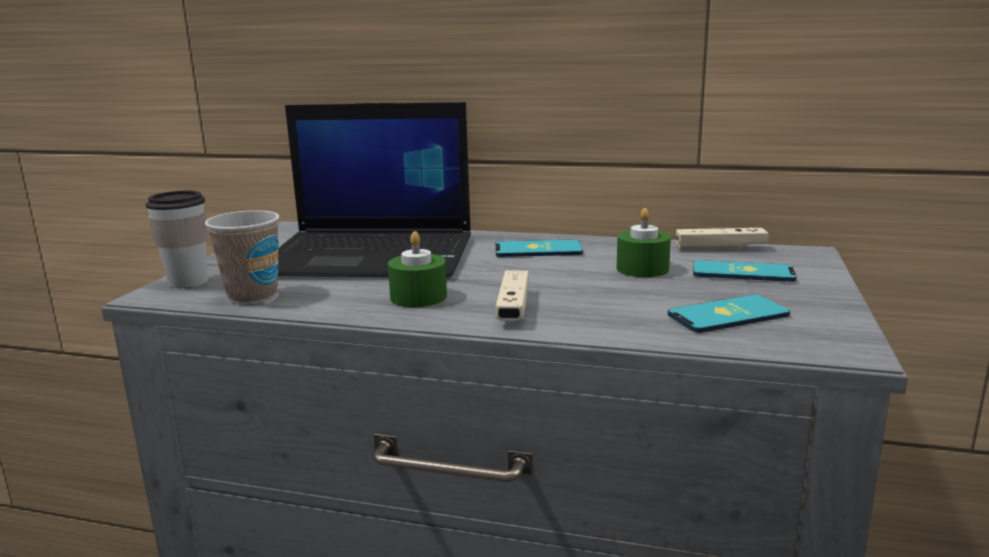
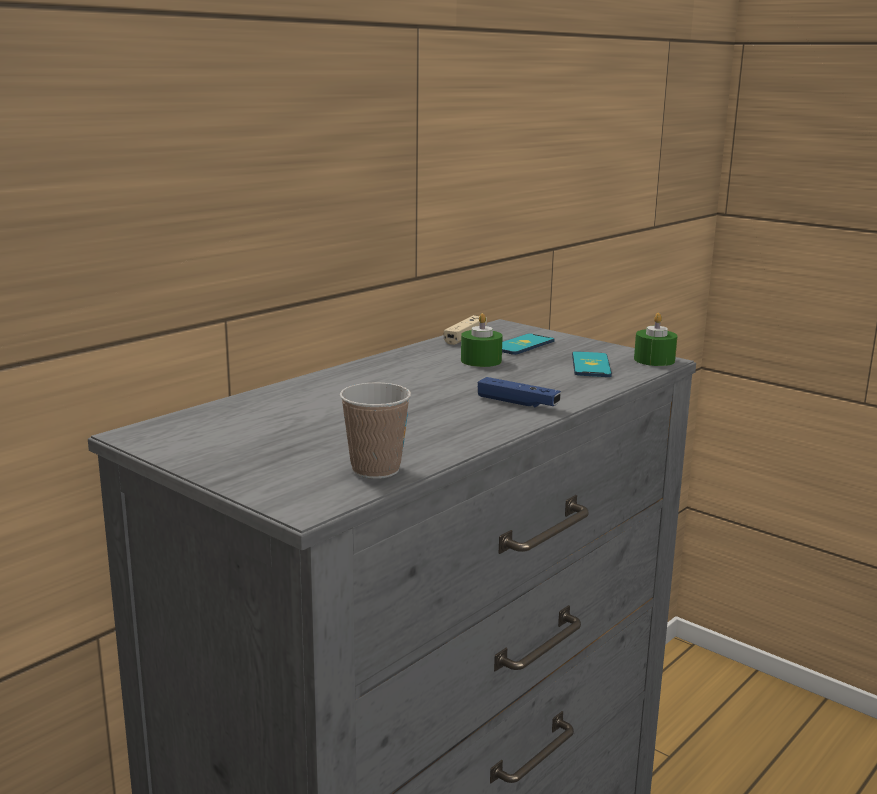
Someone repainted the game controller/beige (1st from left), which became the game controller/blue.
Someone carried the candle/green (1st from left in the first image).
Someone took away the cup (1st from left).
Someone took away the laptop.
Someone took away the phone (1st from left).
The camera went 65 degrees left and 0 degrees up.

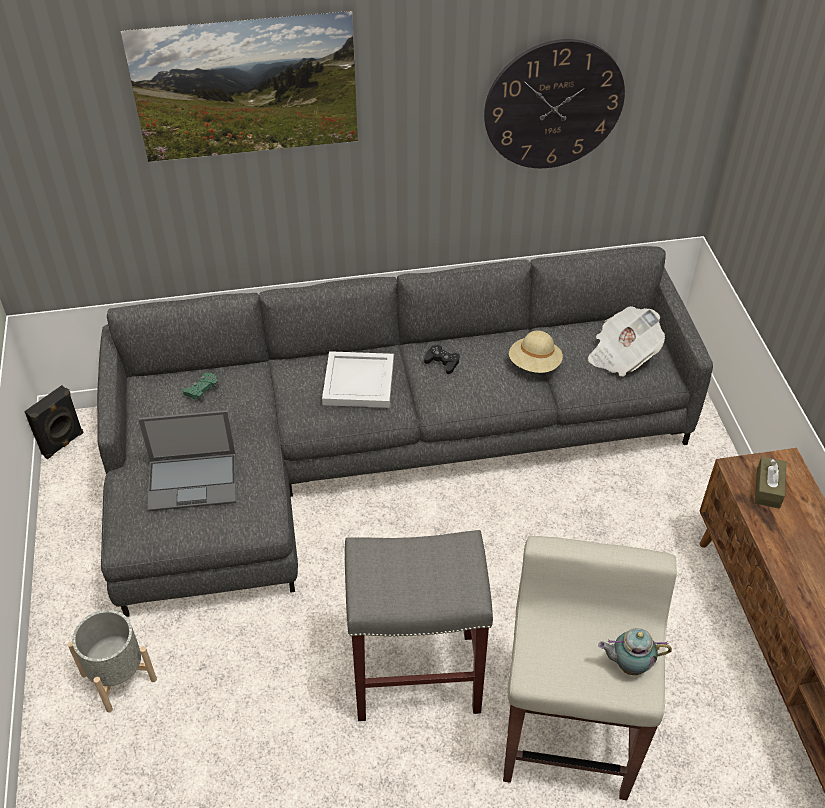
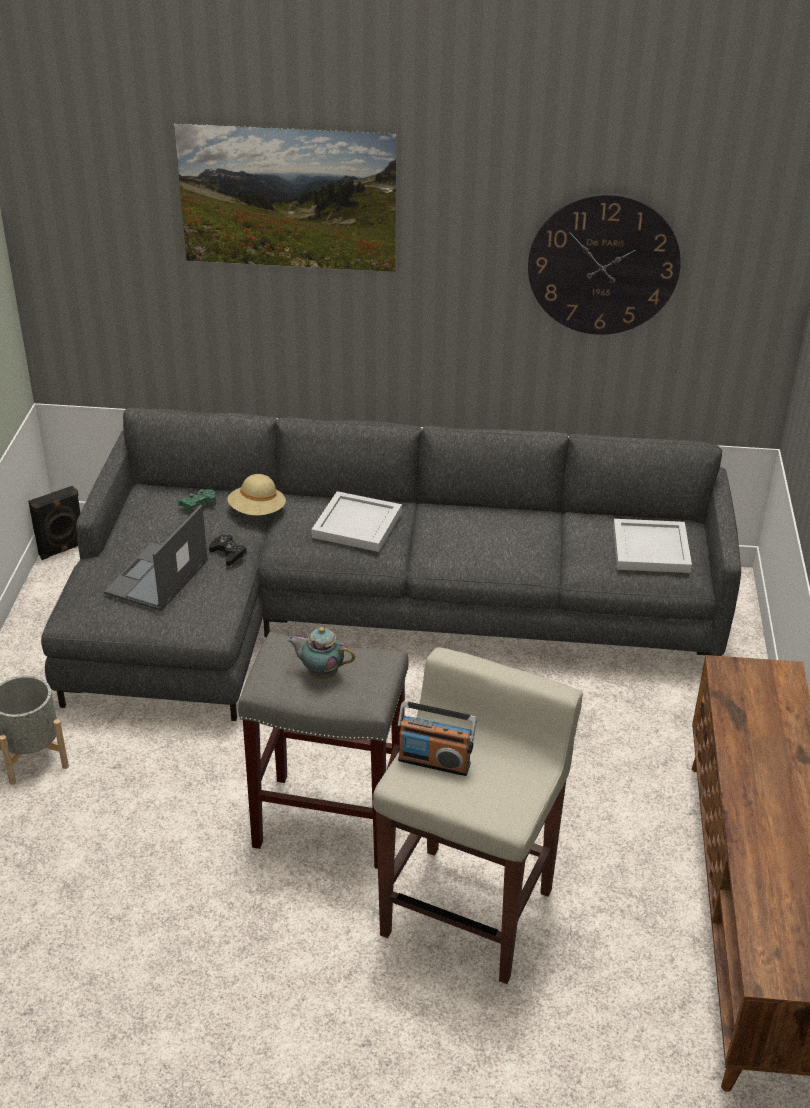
Someone rotated the laptop by 105 degrees clockwise.
Someone carried the game controller/black.
Someone carried the hat/beige.
Someone carried the teapot.
Someone put down the radio.
Someone swapped the newspaper for the tray/white (2nd from left).
Someone took away the tissue box/brown.
The camera went 15 degrees right and 10 degrees down.

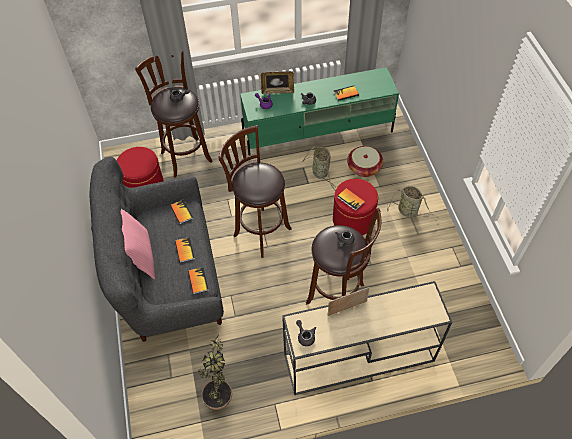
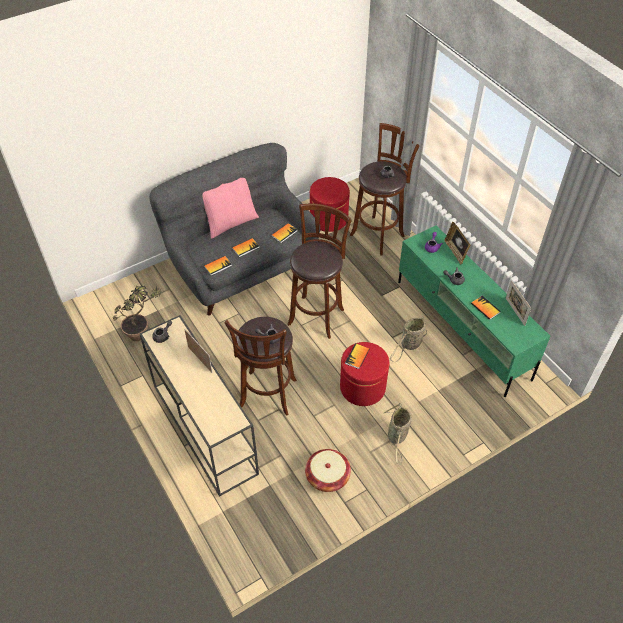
Someone carried the basket (2nd from left in the first image).
Someone put down the picture frame (3rd from left).
The camera went 70 degrees right and 5 degrees down.

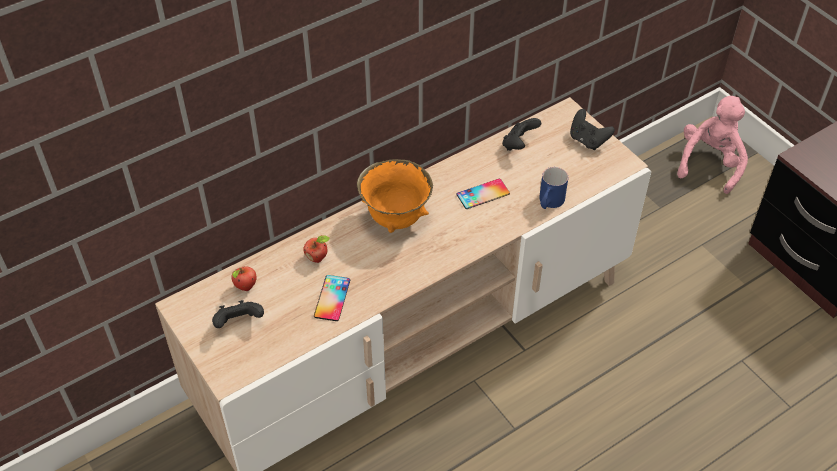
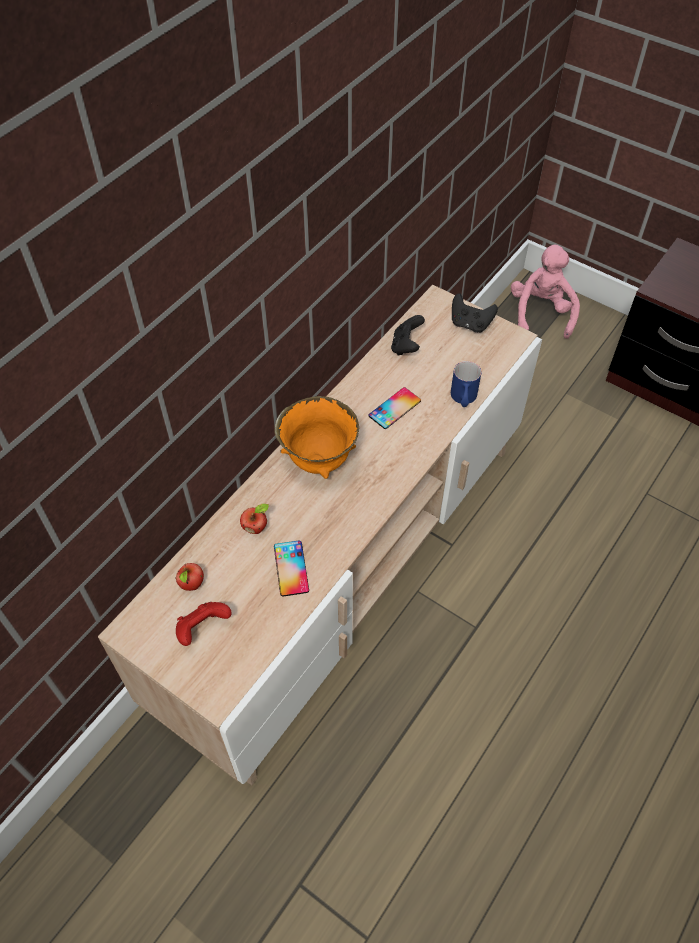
Someone repainted the game controller/black (1st from left), which became the game controller/red.
The camera went 20 degrees left and 5 degrees up.

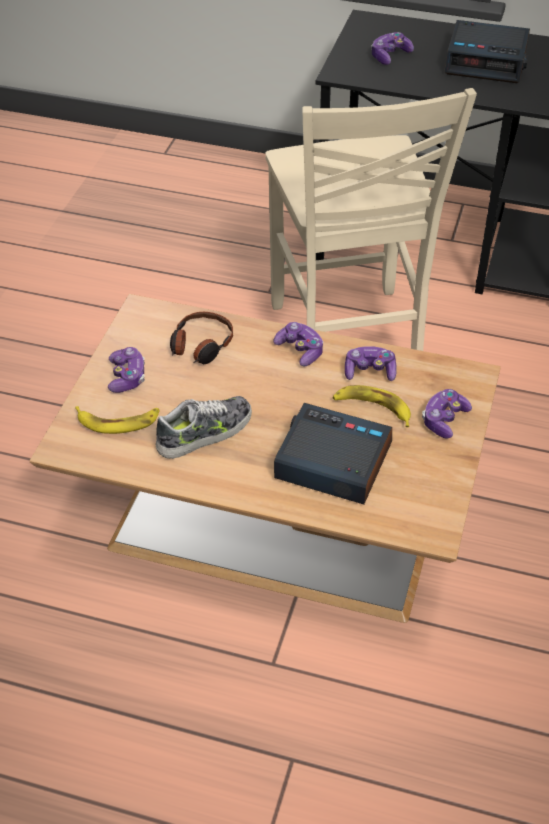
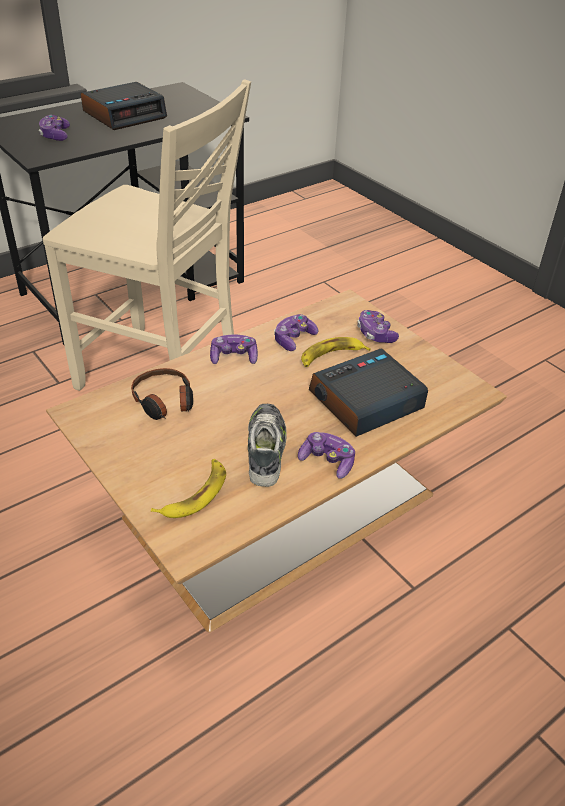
Someone carried the game controller (1st from left in the first image).
The camera went 55 degrees left and 5 degrees down.

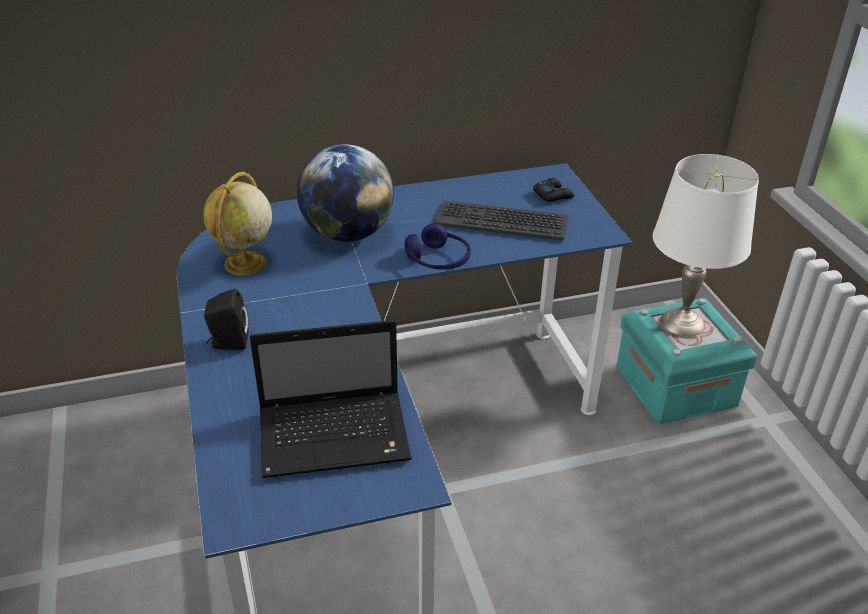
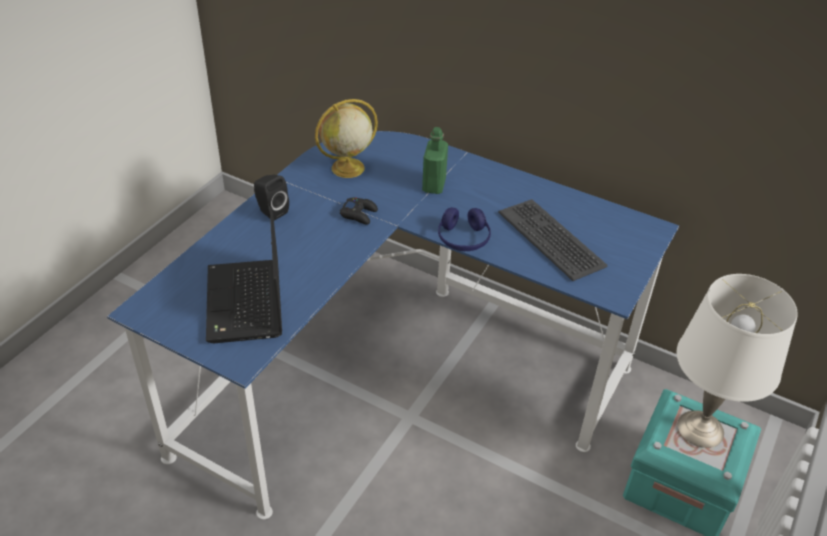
Someone rotated the laptop by 45 degrees clockwise.
Someone carried the game controller/black.
Someone swapped the globe (2nd from left) for the bottle/green.
The camera went 45 degrees right and 5 degrees up.

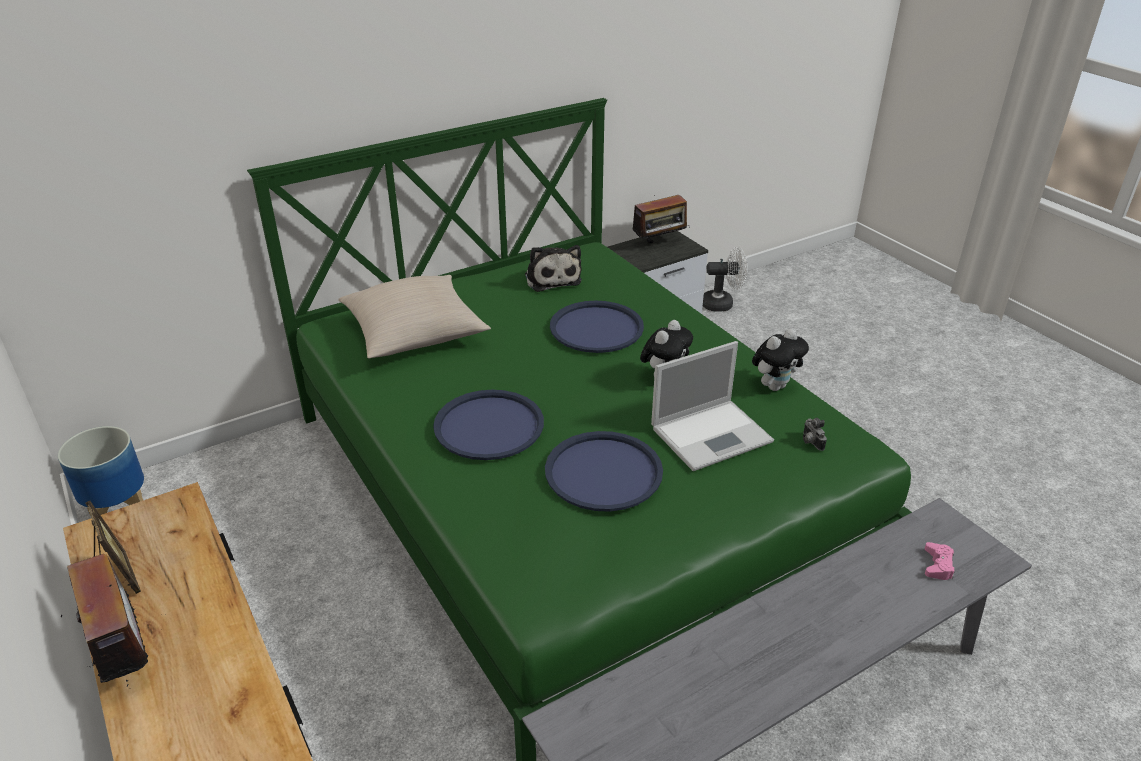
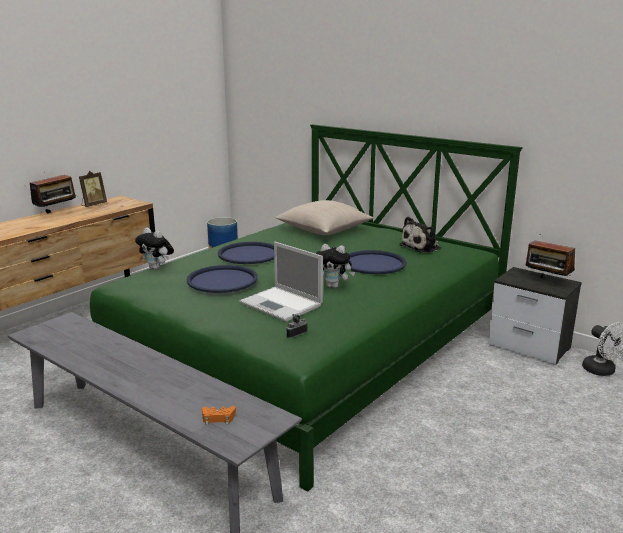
Someone carried the plush toy (3rd from left in the first image).
Someone repainted the game controller/pink, which became the game controller/orange.
The camera went 70 degrees right and 15 degrees down.

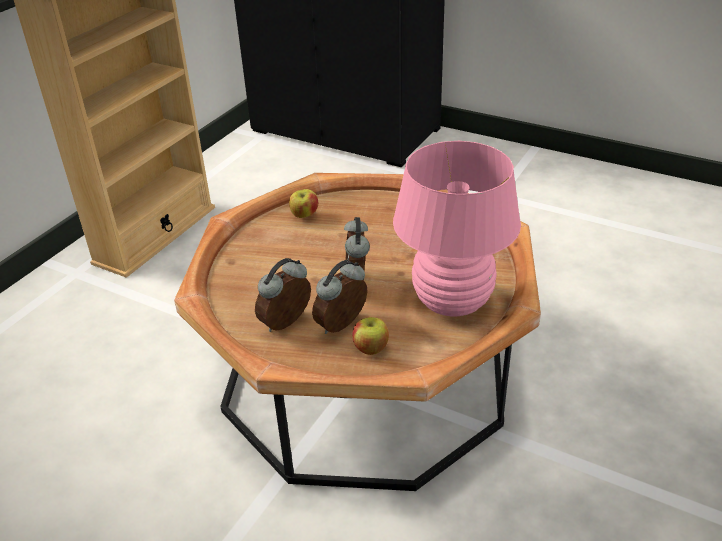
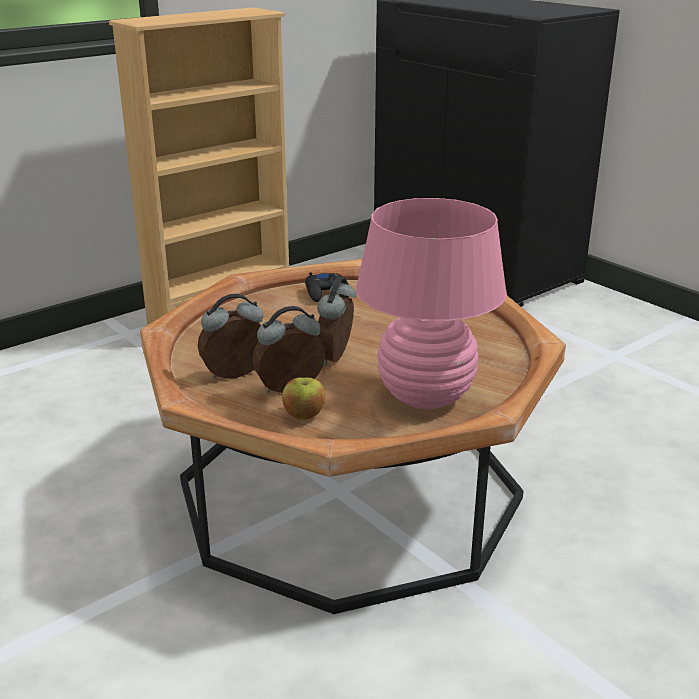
Someone swapped the apple (1st from left) for the game controller/black.
The camera went 20 degrees right and 10 degrees down.

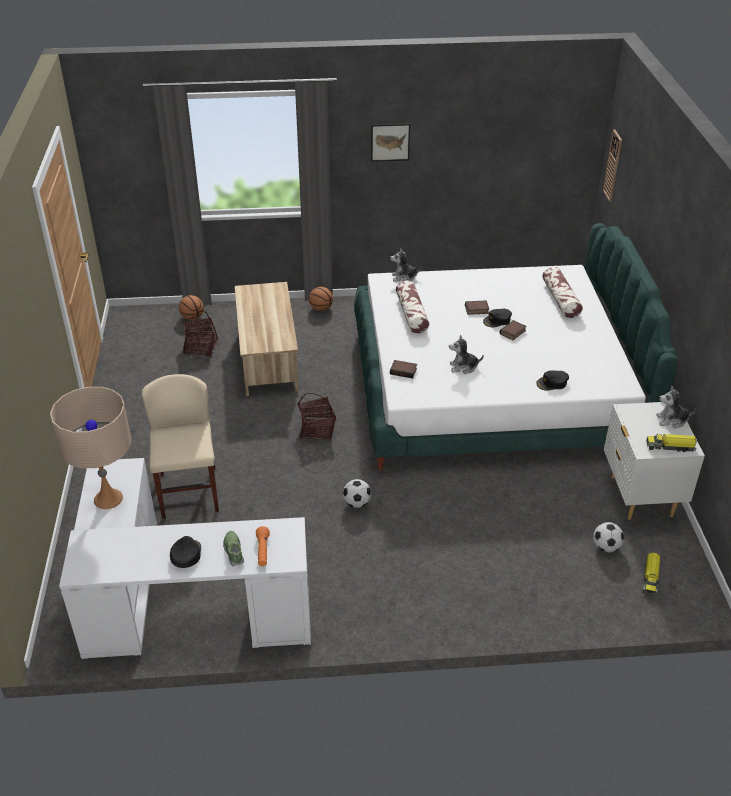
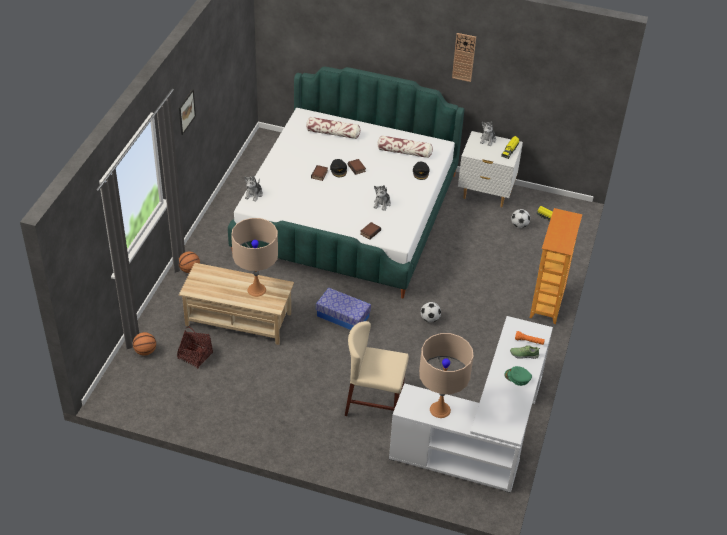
Someone put down the table lamp/beige (1st from left).
Someone swapped the basket (2nd from left) for the storage box.
Someone carried the pillow (1st from left in the first image).
Someone carried the wall clock.
Someone repainted the cap/black (1st from left), which became the cap/green.
Someone put down the bookcase.
The camera went 70 degrees left and 5 degrees up.

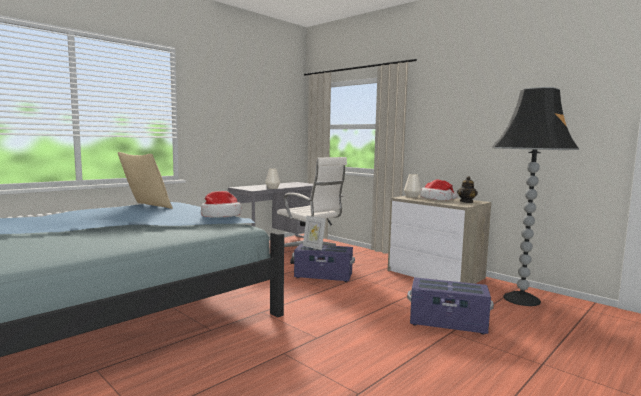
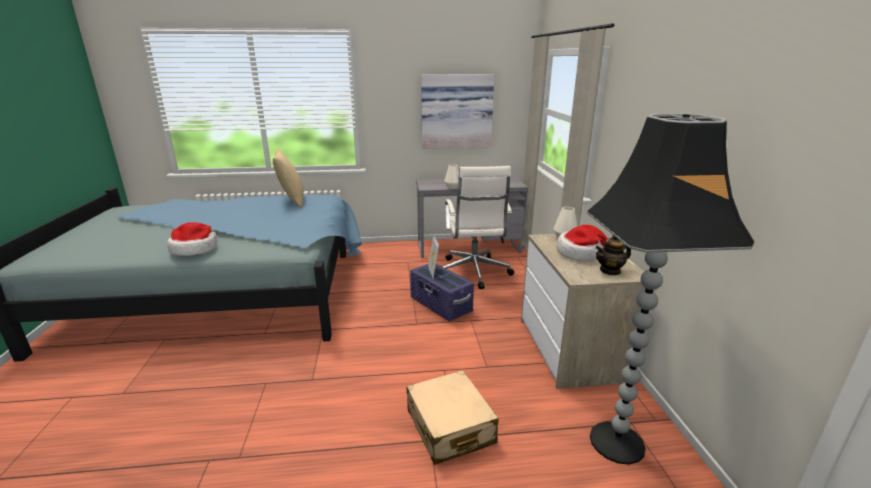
Someone carried the hat (1st from left).
Someone swapped the storage box/purple (2nd from left) for the suitcase/beige.
Someone put up the picture.
The camera went 40 degrees right and 15 degrees up.

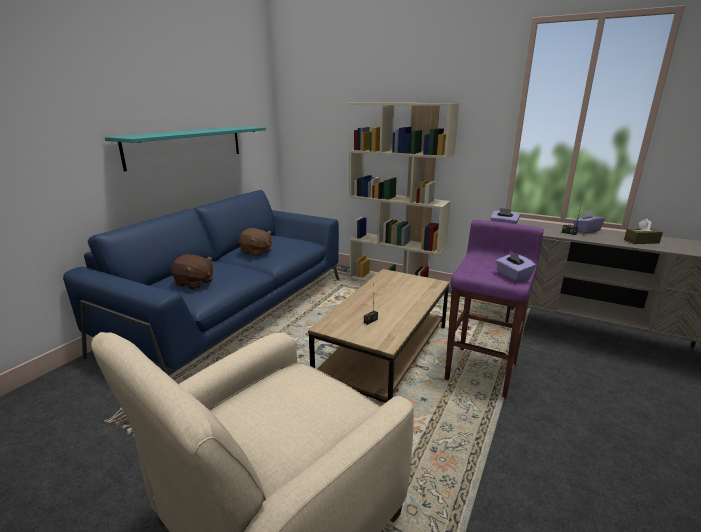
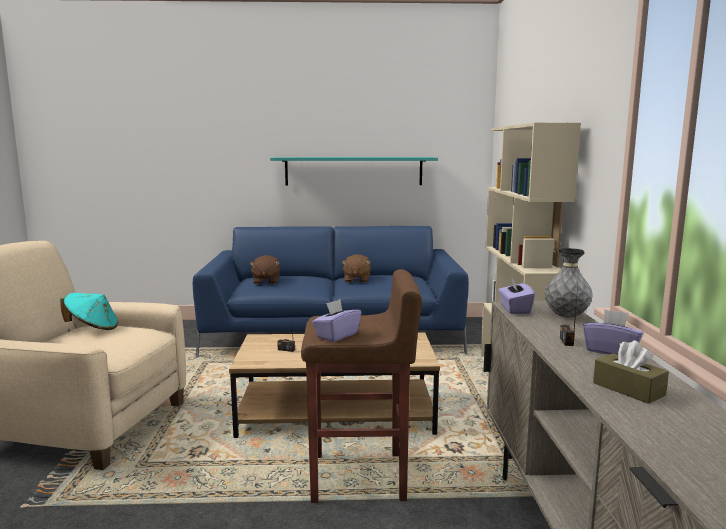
Someone put down the hat/turquoise.
Someone repainted the stool/purple, which became the stool/brown.
Someone put down the vase/grey.
The camera went 60 degrees right and 10 degrees down.

